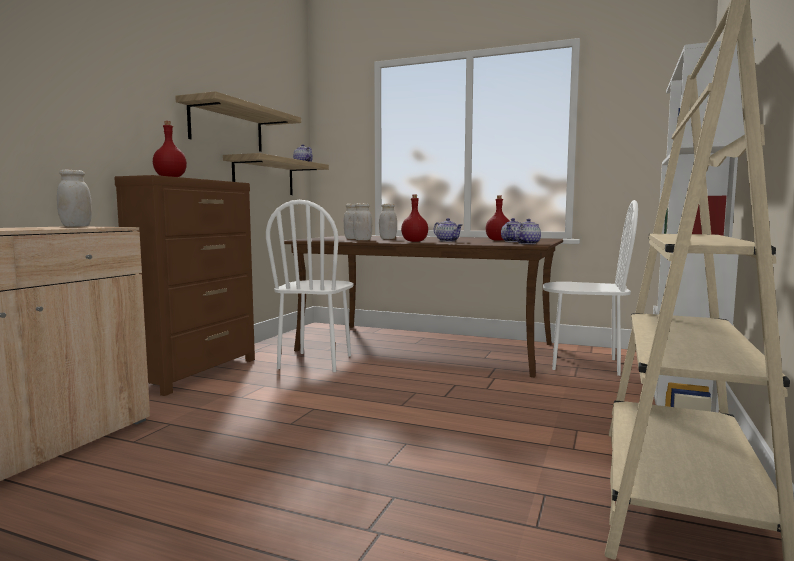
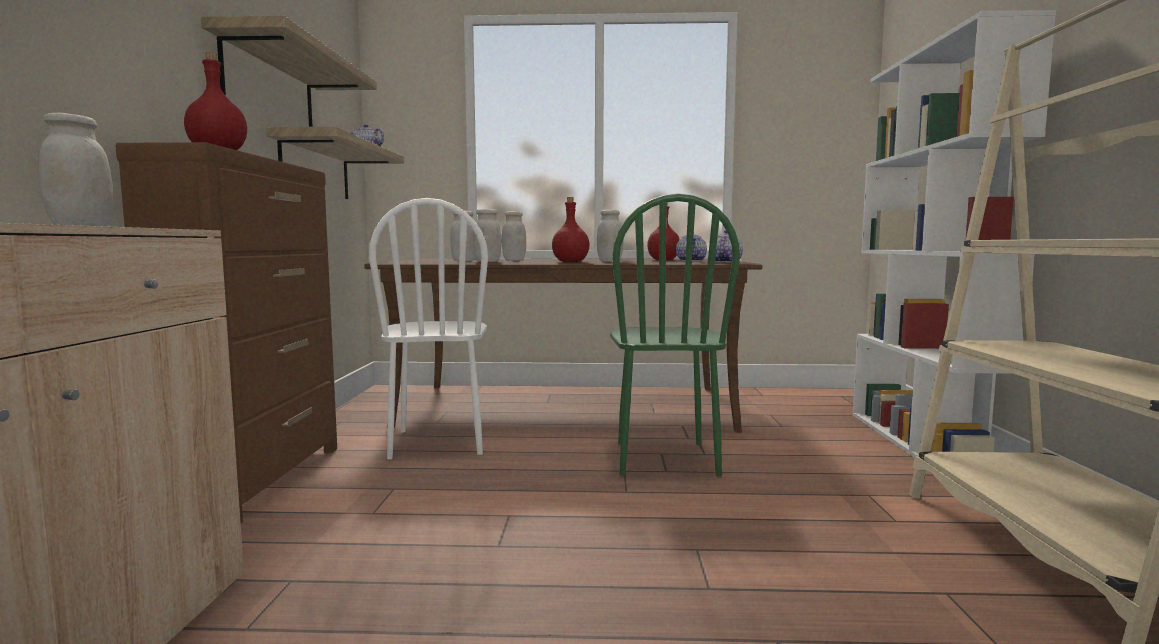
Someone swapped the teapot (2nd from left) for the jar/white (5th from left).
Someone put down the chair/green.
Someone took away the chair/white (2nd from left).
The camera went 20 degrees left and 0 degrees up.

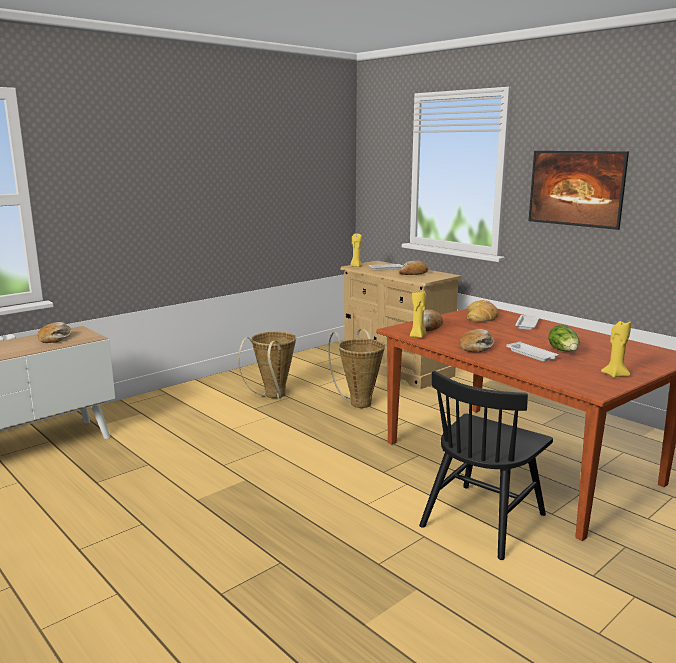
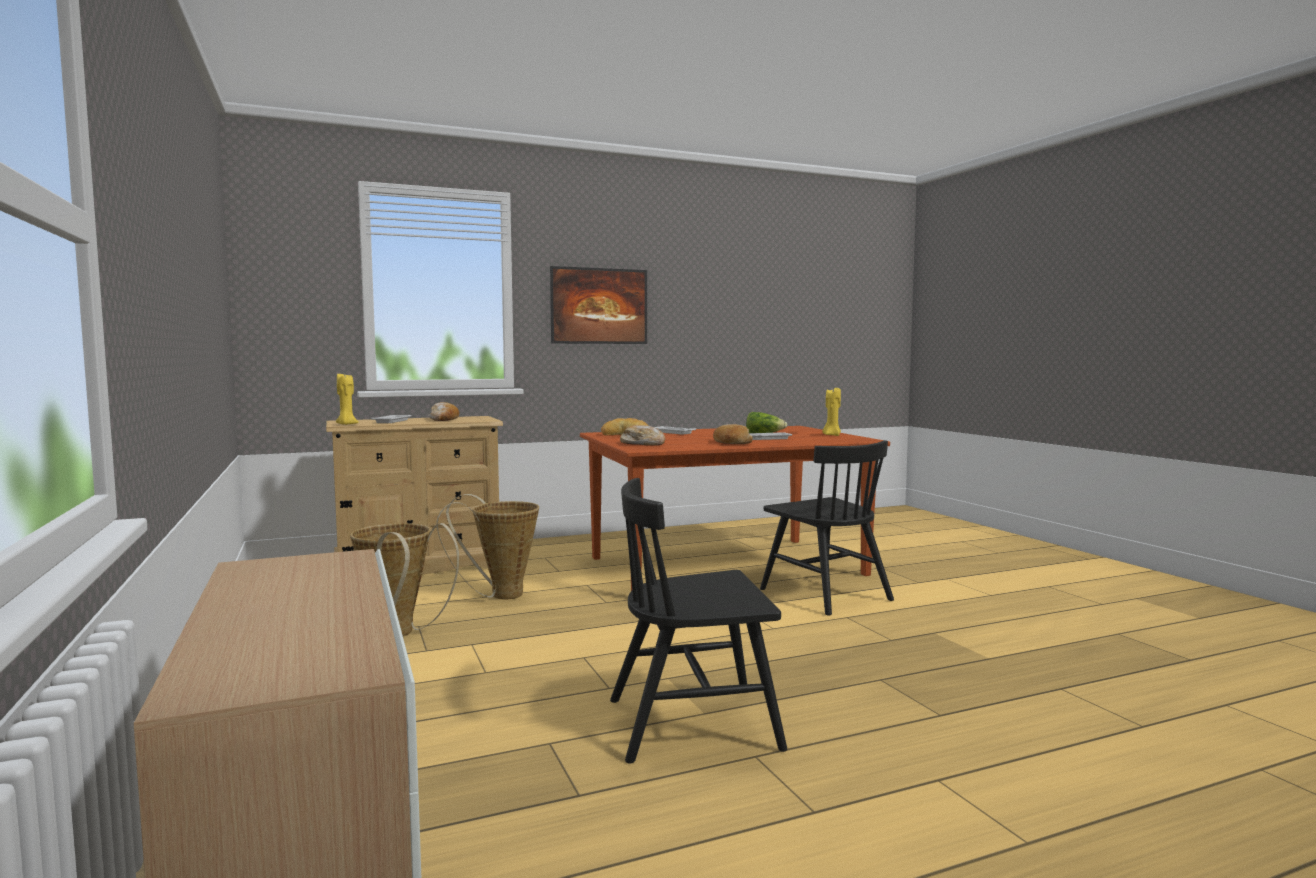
Someone put down the chair/black (1st from left).
Someone took away the bread (1st from left).
Someone took away the candle/yellow (2nd from left).
The camera went 70 degrees left and 10 degrees down.

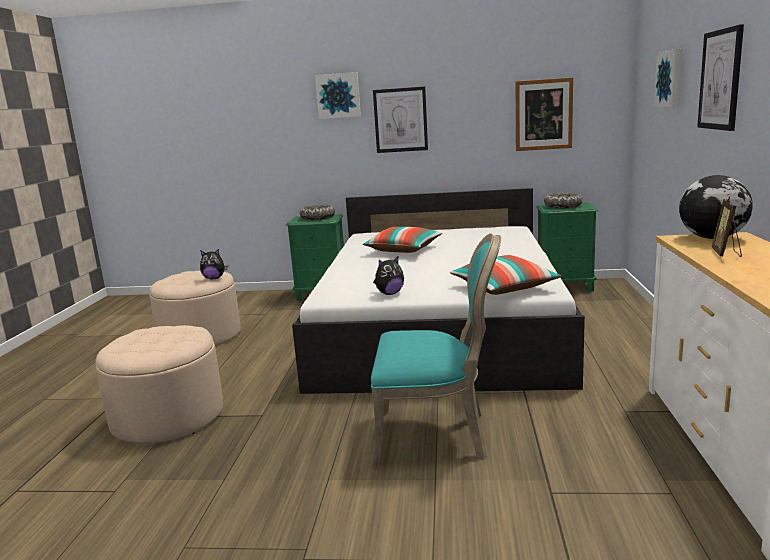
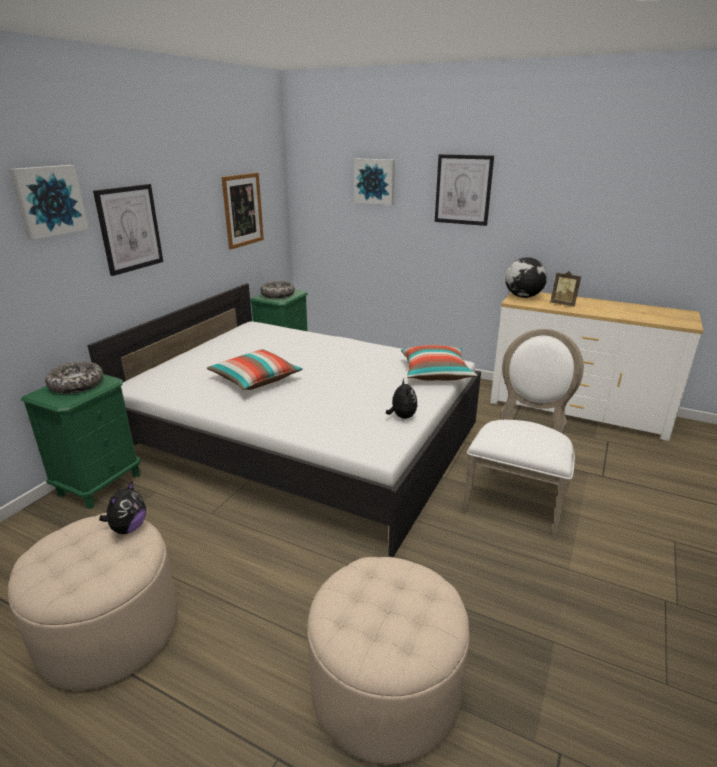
Someone repainted the chair/turquoise, which became the chair/white.
The camera went 70 degrees left and 10 degrees up.

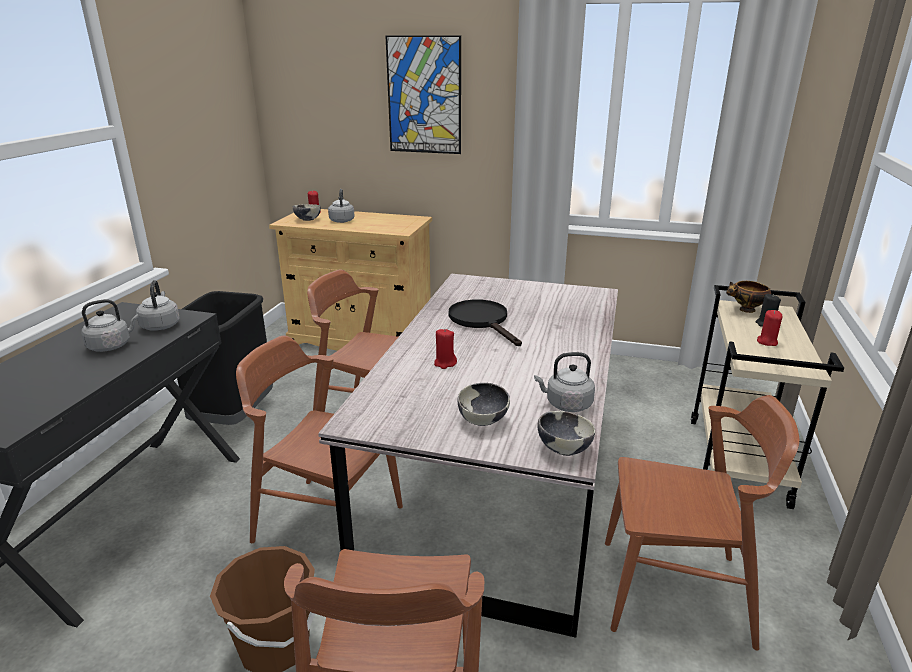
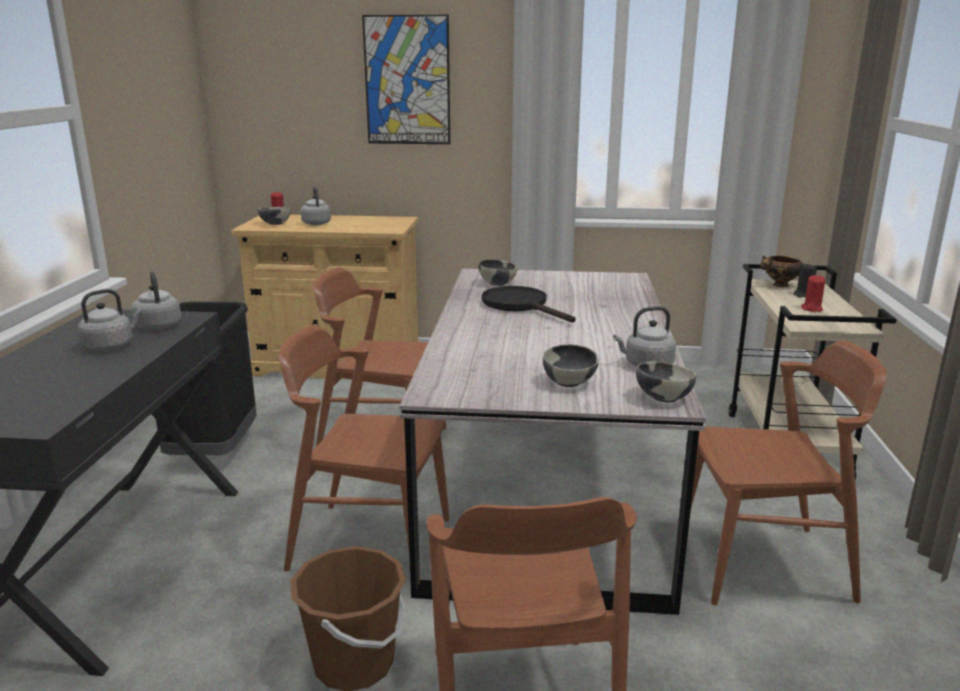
Someone put down the bowl (2nd from left).
Someone took away the candle/red (2nd from left).
The camera went 10 degrees left and 5 degrees down.

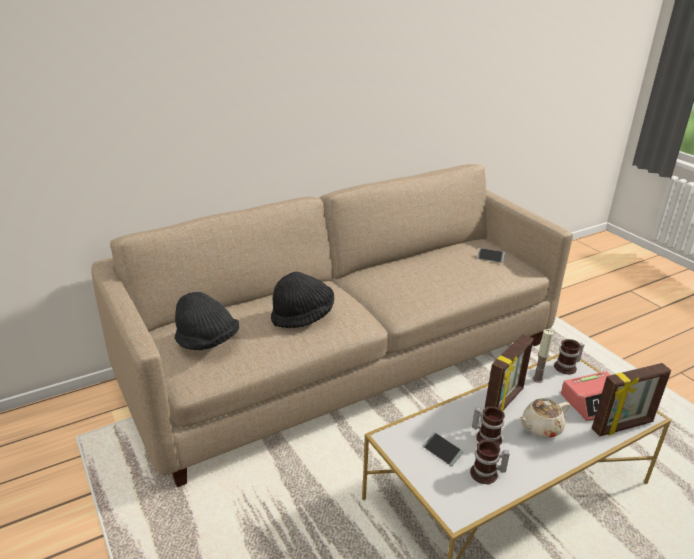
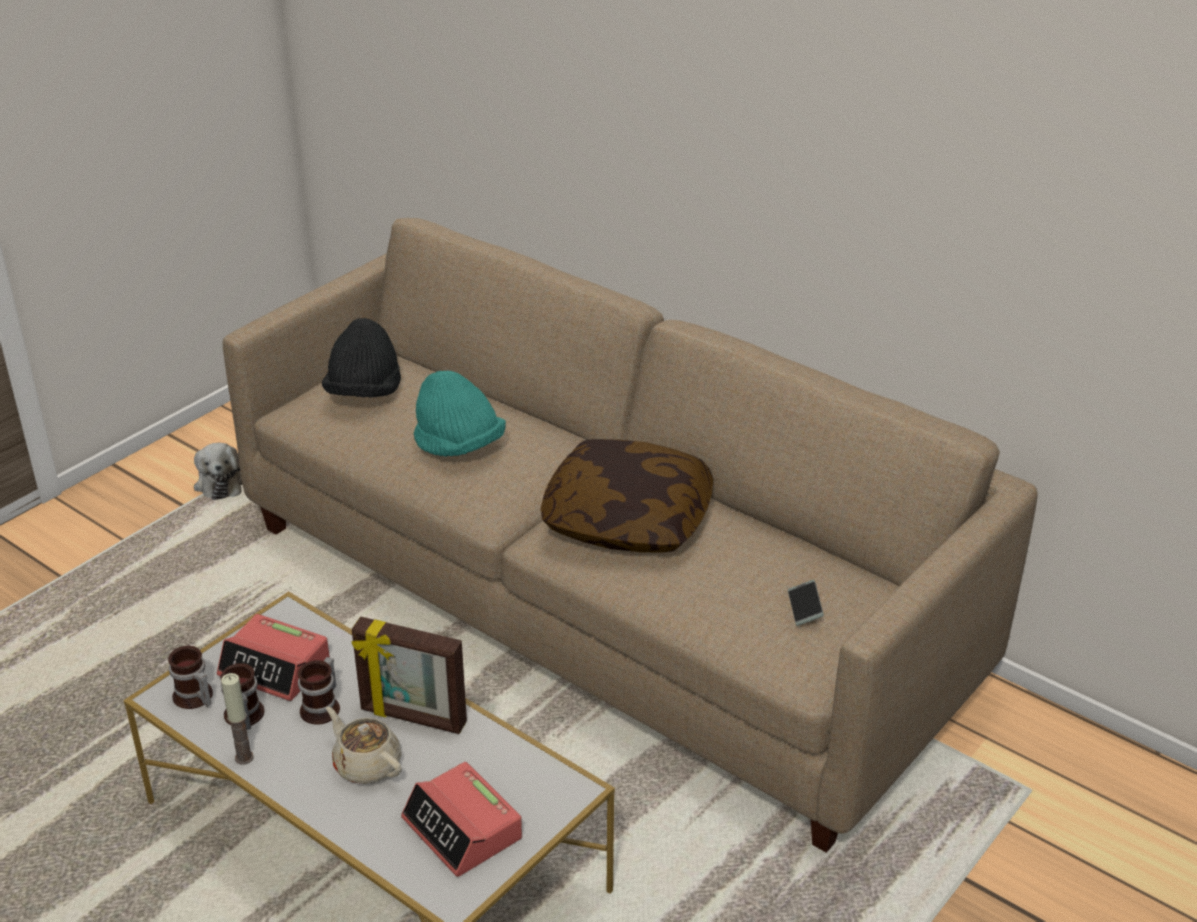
Someone carried the mug (3rd from left in the first image).
Someone put down the plush toy.
Someone swapped the phone (1st from left) for the alarm clock (1st from left).
Someone carried the candle.
Someone repainted the hat/black (2nd from left), which became the hat/turquoise.
Someone put down the pillow.
Someone took away the picture frame (2nd from left).
The camera went 70 degrees right and 5 degrees up.

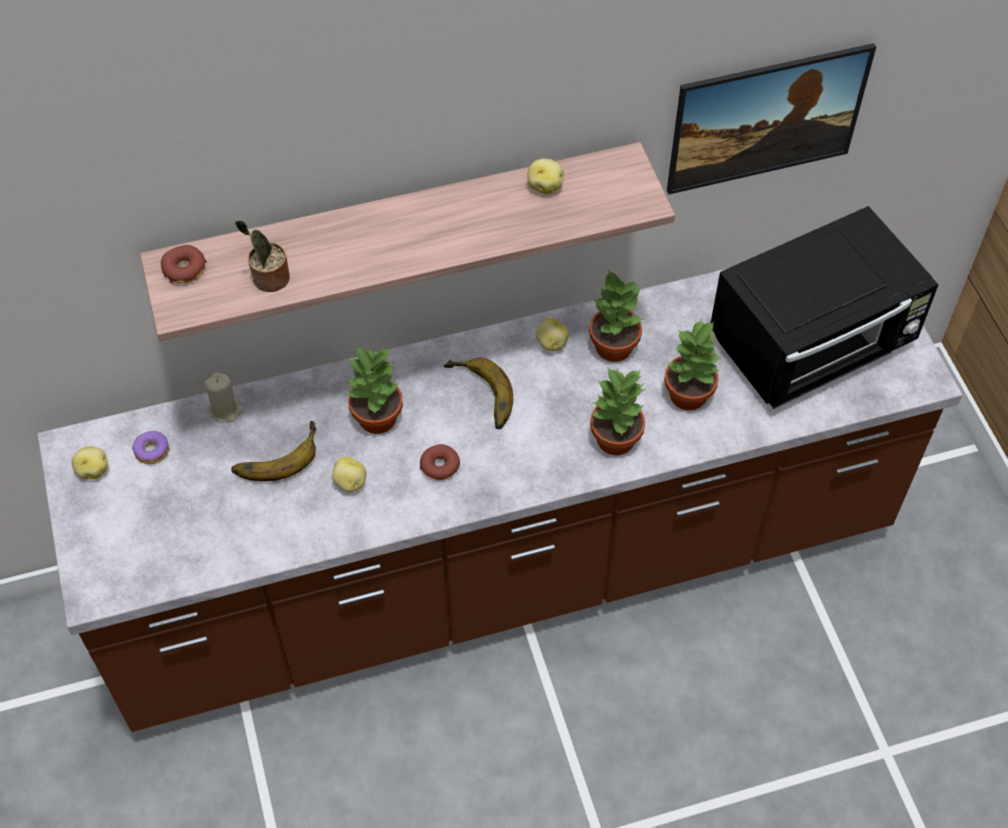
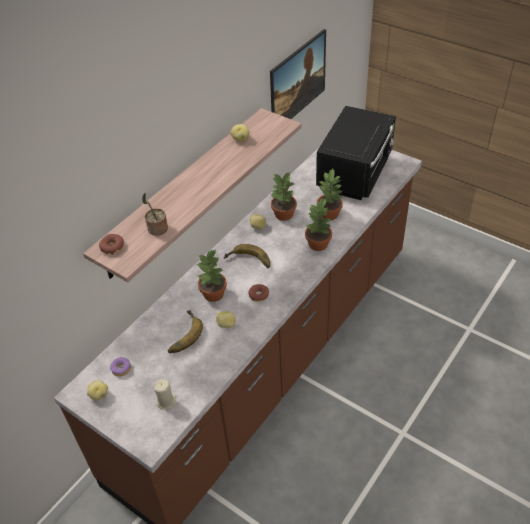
Someone carried the candle/beige.
The camera went 35 degrees left and 10 degrees down.

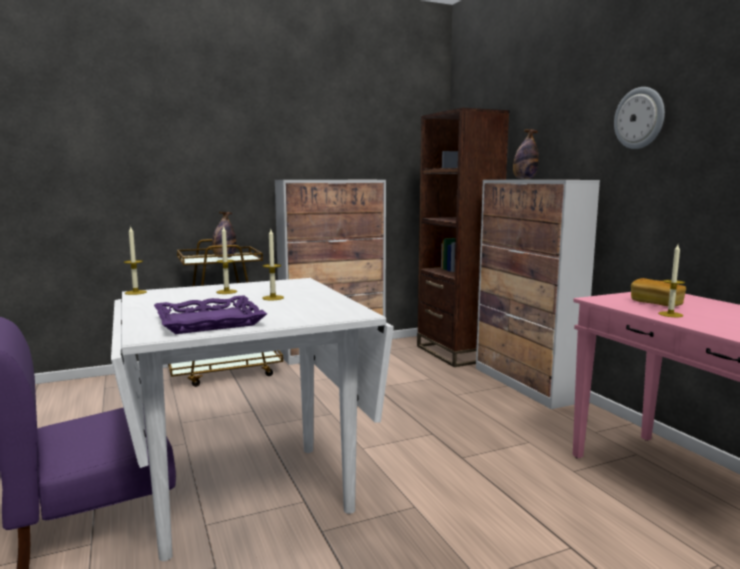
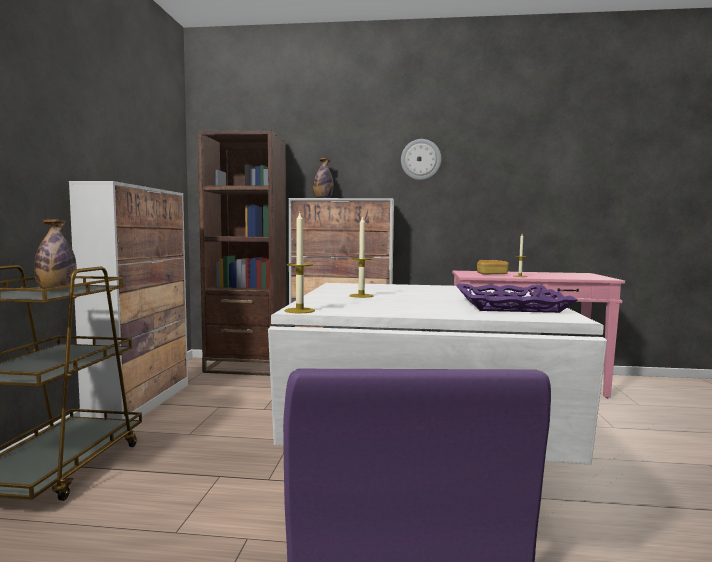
Someone took away the candle (3rd from left).
The camera went 60 degrees left and 5 degrees down.

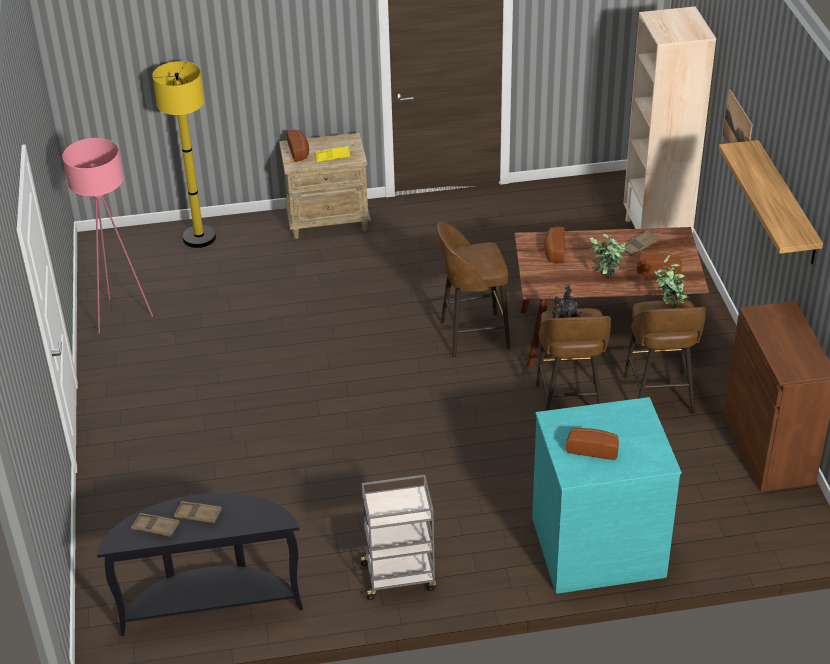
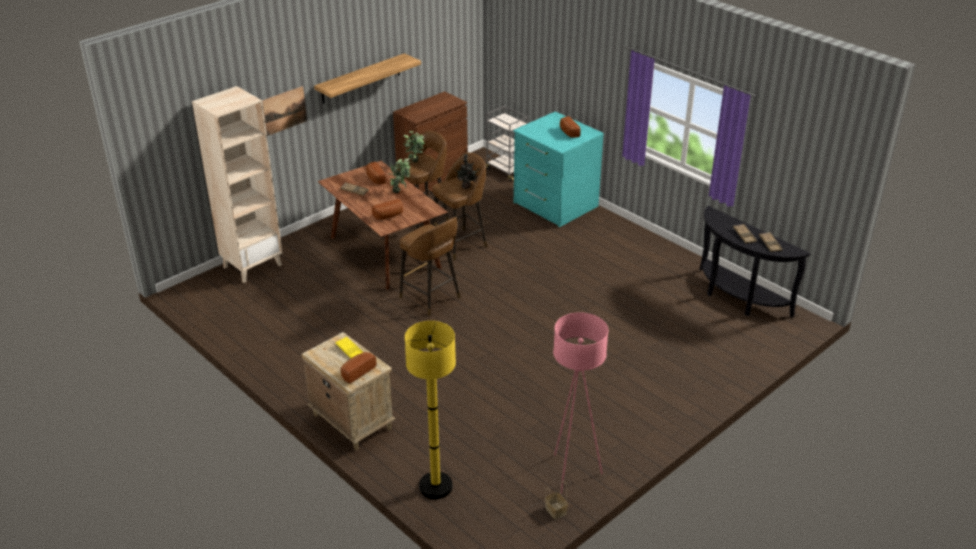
Someone carried the cart/grey.
Someone put down the basket.
The camera went 125 degrees left and 5 degrees down.

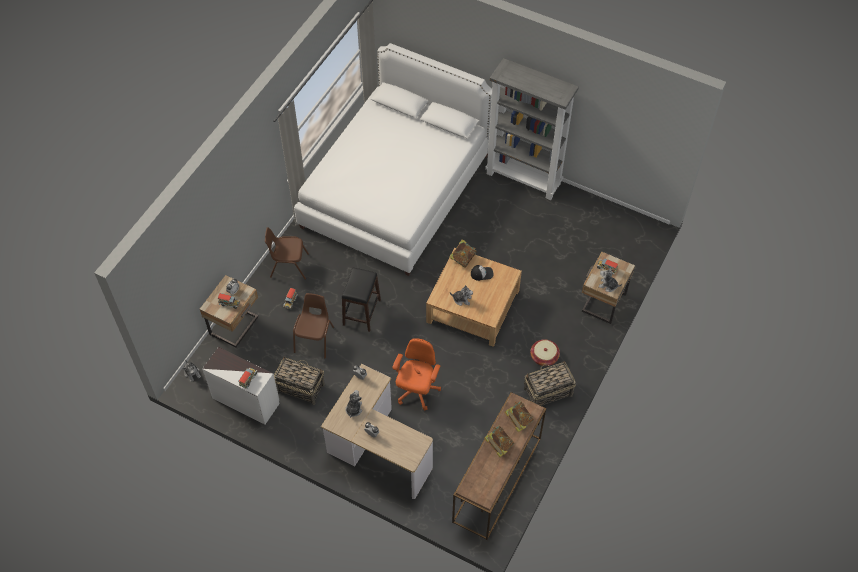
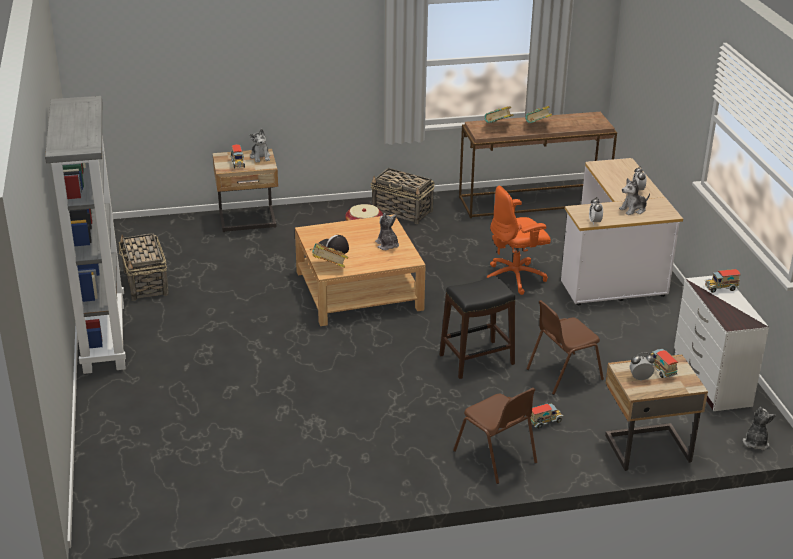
Someone carried the basket (1st from left).
Someone took away the bed/white.
The camera went 130 degrees left and 25 degrees down.

